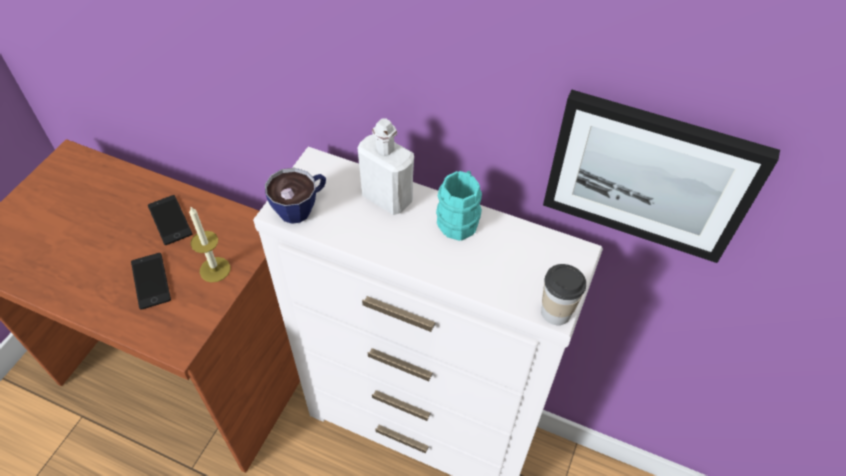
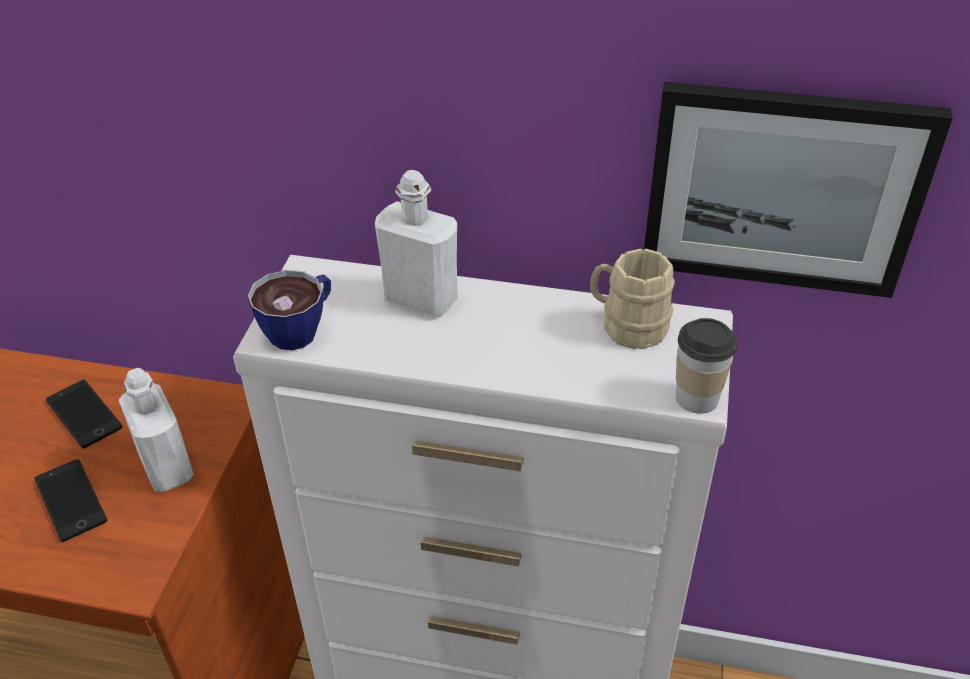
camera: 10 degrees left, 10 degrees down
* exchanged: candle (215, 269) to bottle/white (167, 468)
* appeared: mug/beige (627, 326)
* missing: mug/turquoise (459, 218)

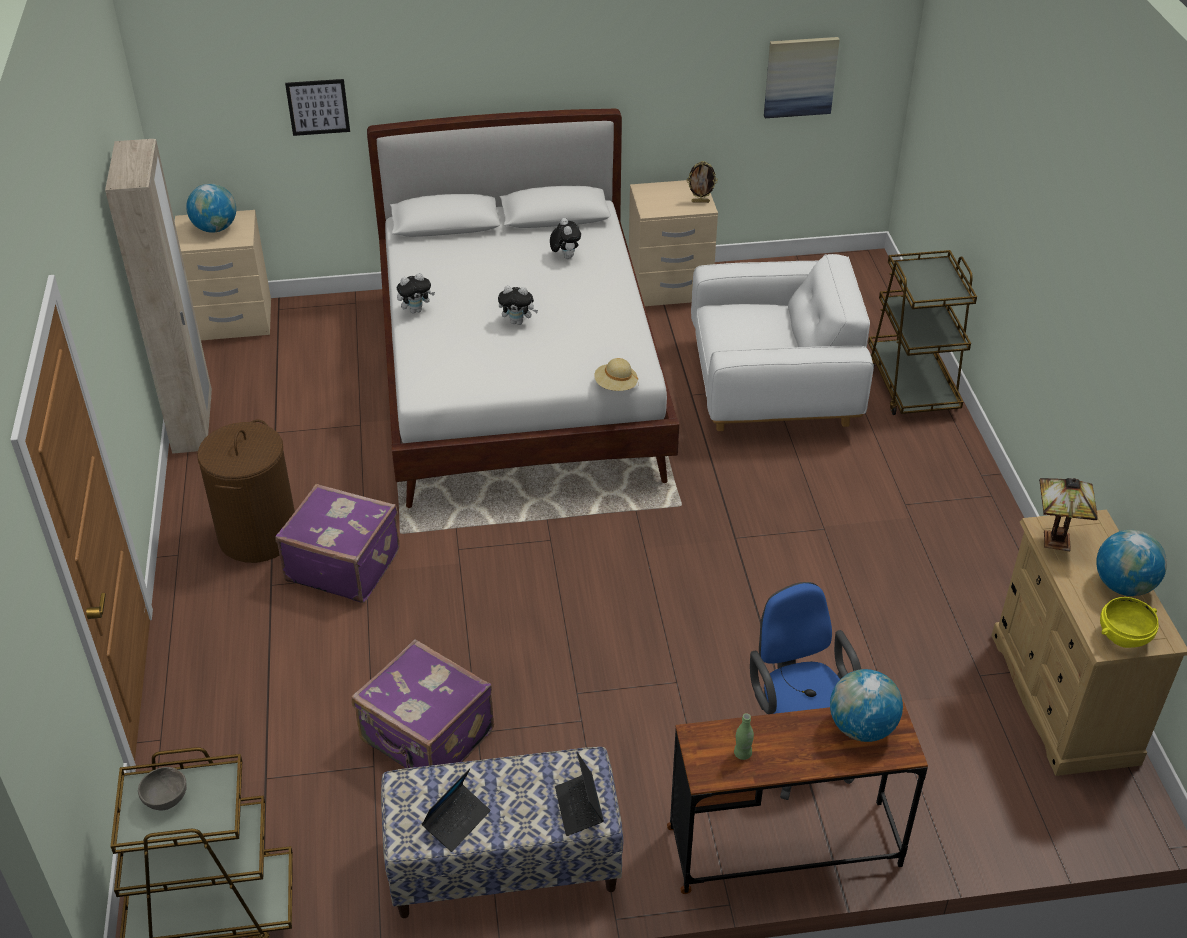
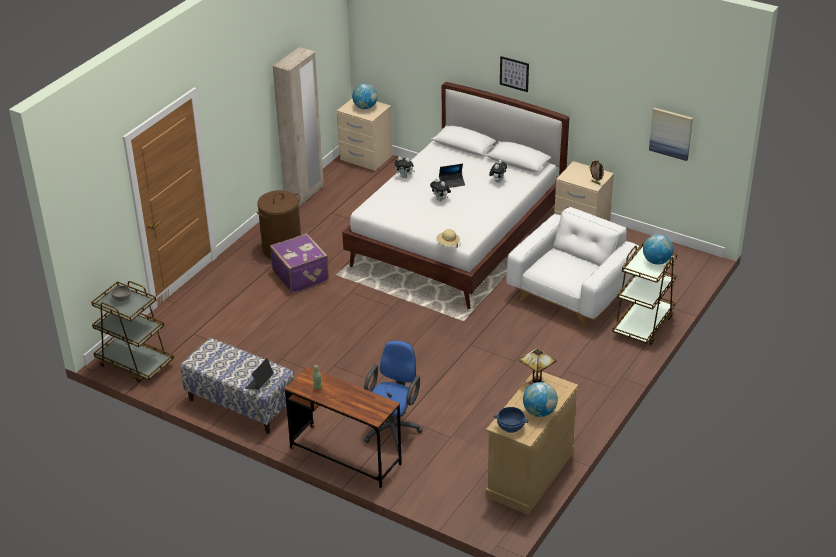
camera: 40 degrees right, 5 degrees down
* relocated: laptop (456, 821) to (452, 183)
* colour: bowl/yellow (1123, 636) to bowl/blue (511, 427)
* relocated: picture (318, 107) to (514, 73)
* spun: armchair/white (772, 387) = (571, 294) 90 degrees counterclockwise
* relocated: globe (861, 727) to (656, 261)
* missing: suitcase/purple (426, 738)

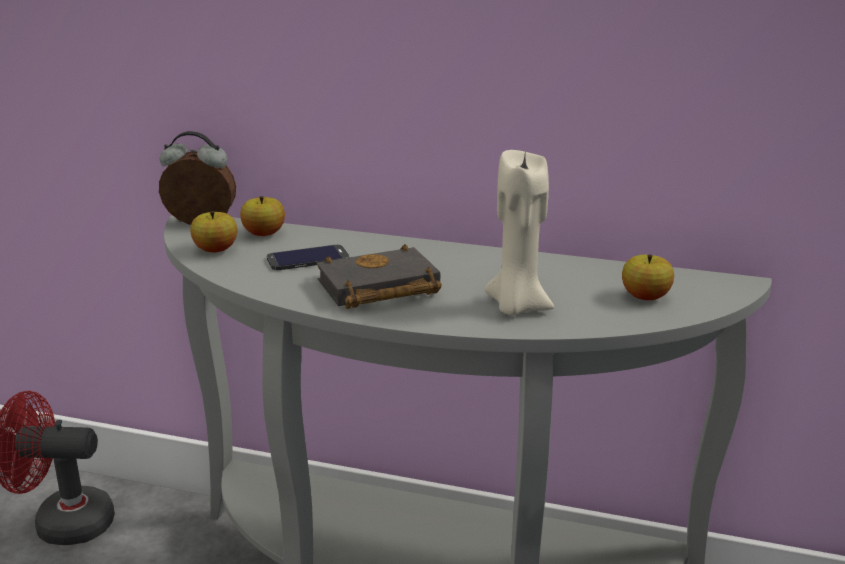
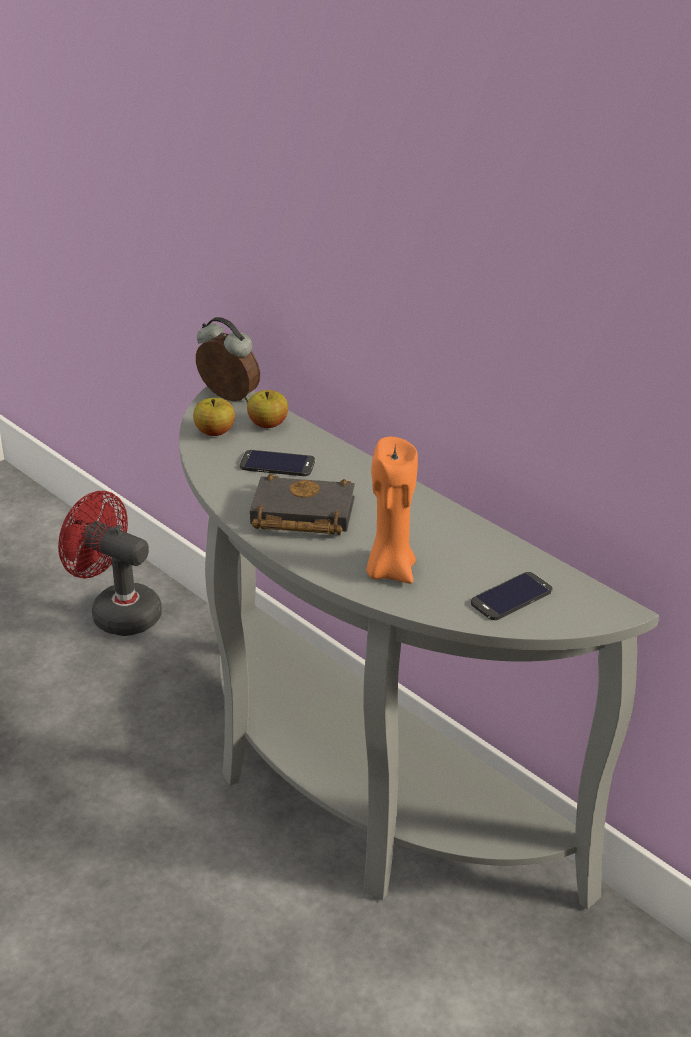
camera: 30 degrees right, 10 degrees up
* colour: candle/beige (516, 307) to candle/orange (390, 570)
* exchanged: apple (645, 297) to phone (511, 597)

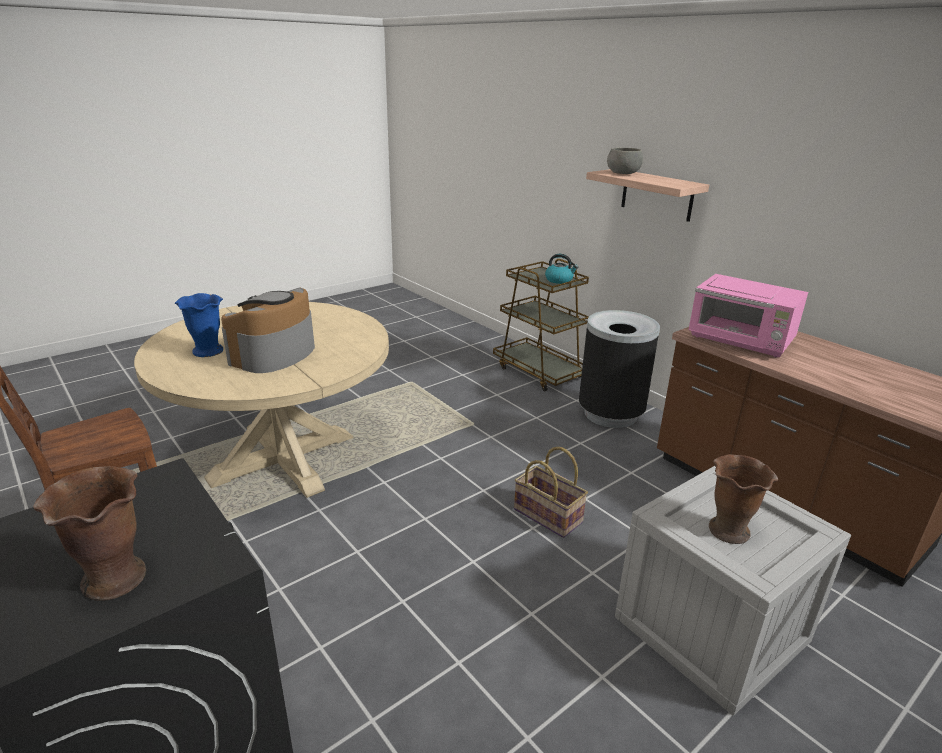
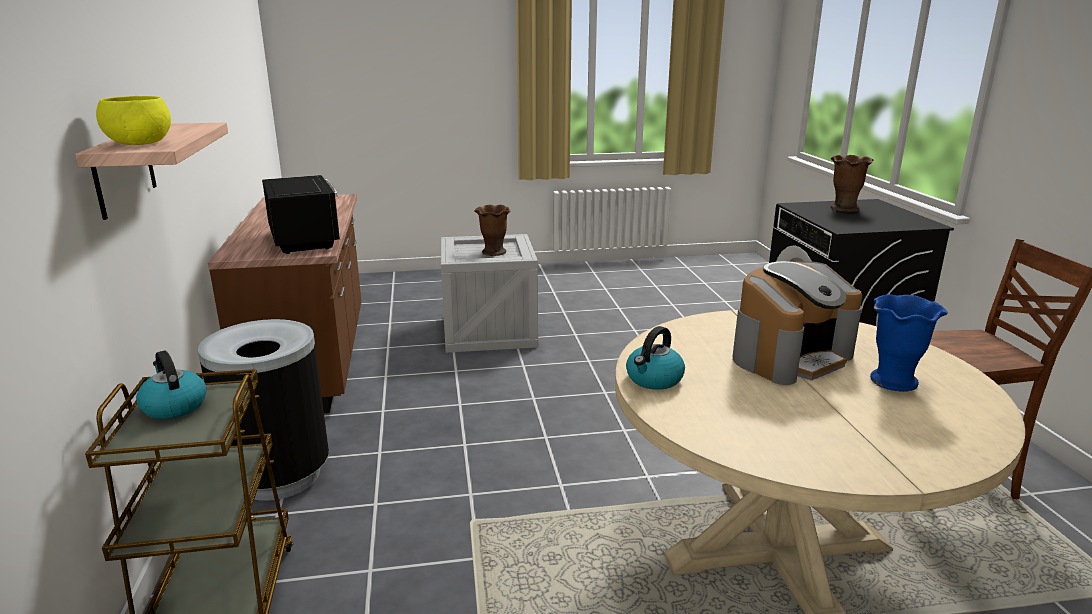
camera: 150 degrees left, 5 degrees down
* colour: bowl/grey (623, 173) to bowl/yellow (138, 143)
* colour: microwave/pink (741, 341) to microwave/black (305, 240)
* appeared: kettle (654, 379)
* missing: basket (548, 515)

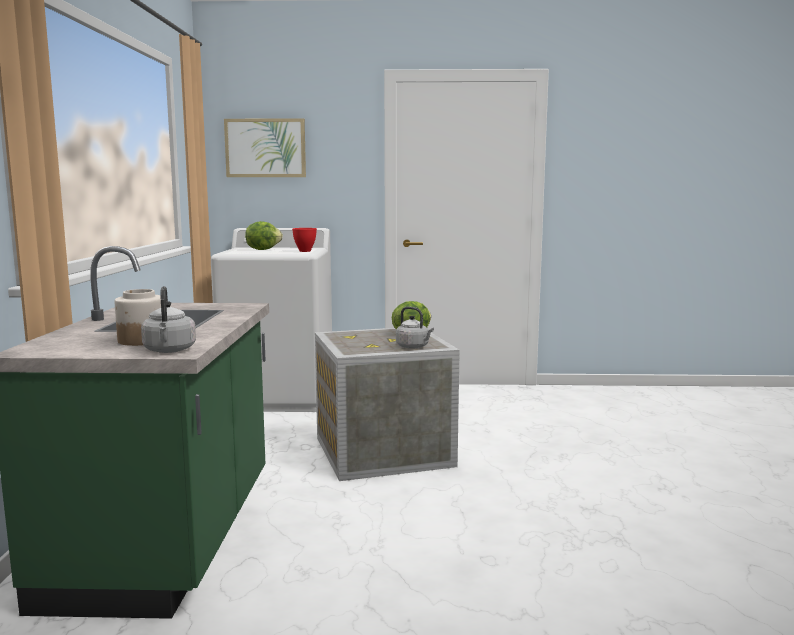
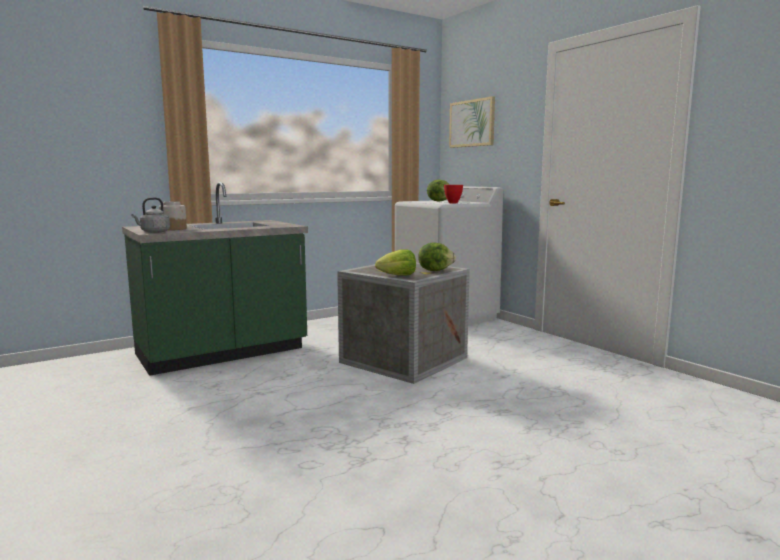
camera: 55 degrees right, 0 degrees up
* exchanged: kettle/grey (414, 347) to lettuce (398, 275)

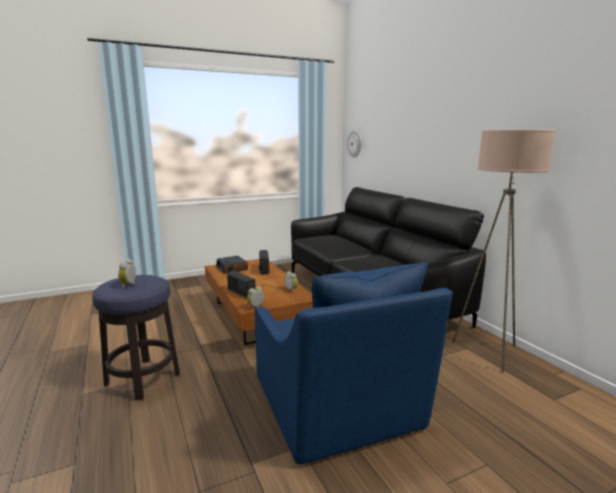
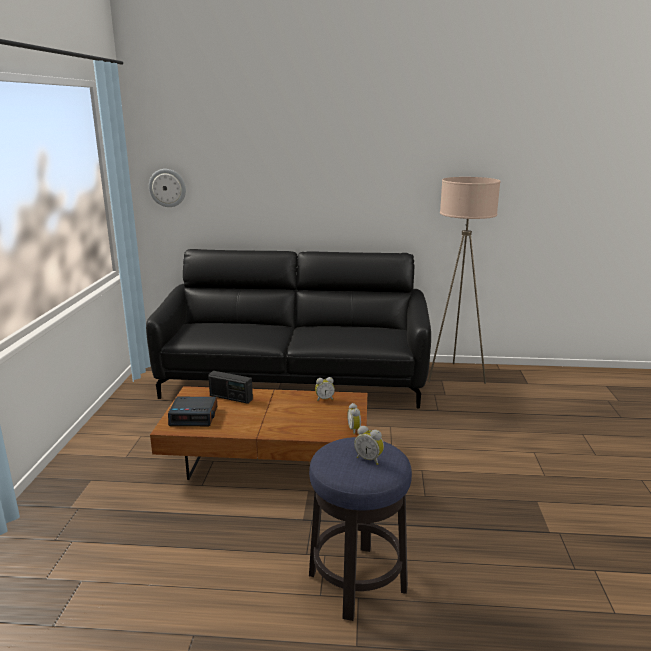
camera: 60 degrees left, 5 degrees up
* missing: radio (241, 293)
* missing: armchair/blue (338, 408)

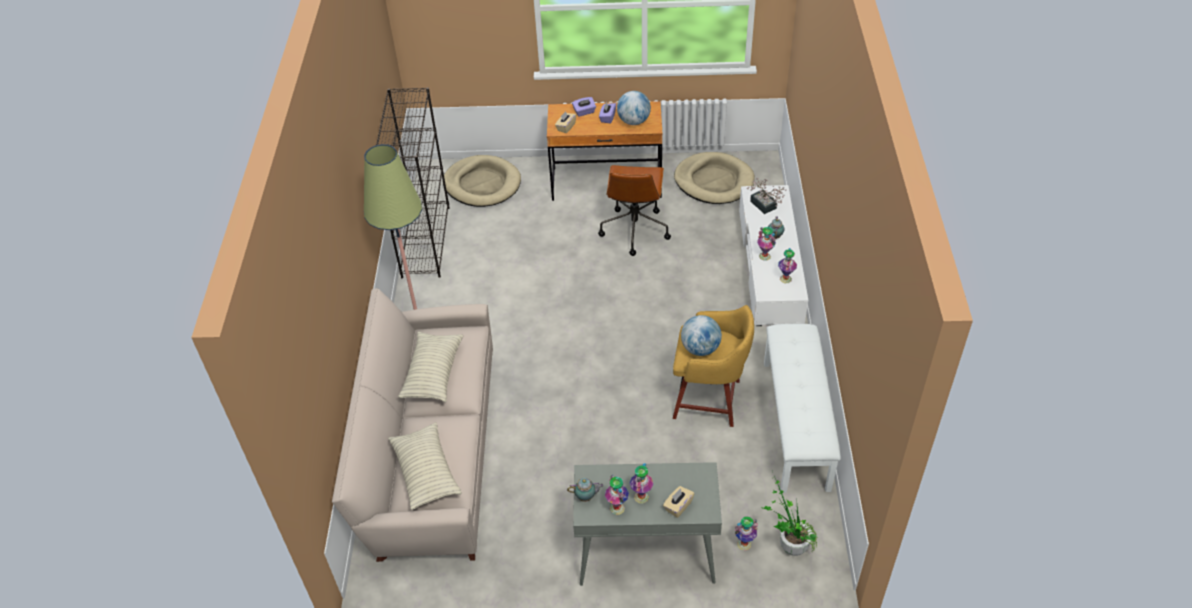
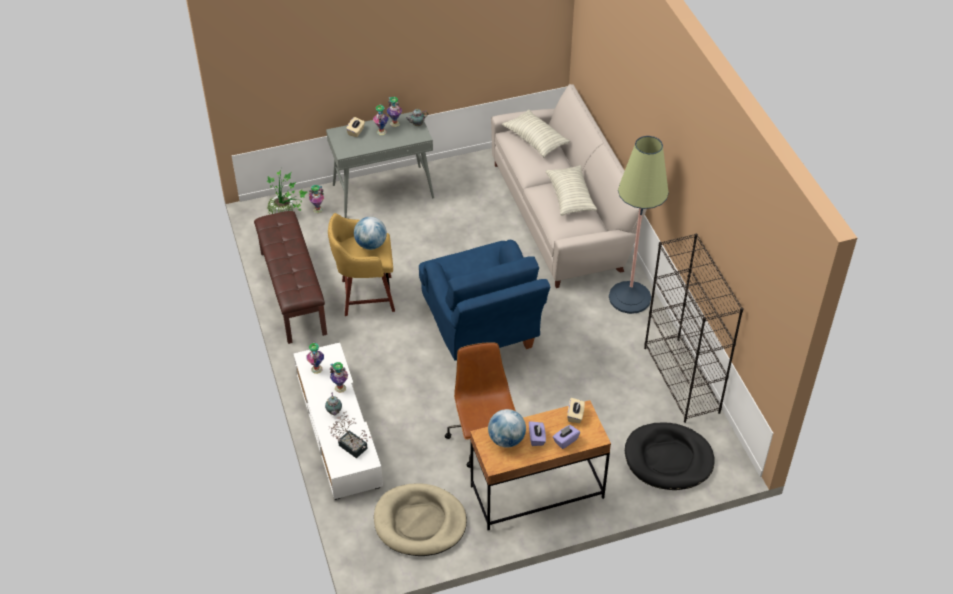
camera: 160 degrees right, 0 degrees up
* colour: bench/white (796, 424) to bench/brown (292, 292)
* appeared: armchair/blue (482, 330)
* colour: dog bed/beige (482, 184) to dog bed/black (668, 459)

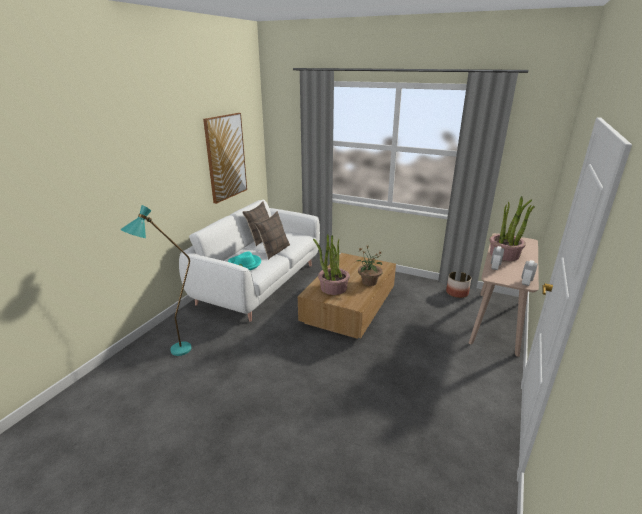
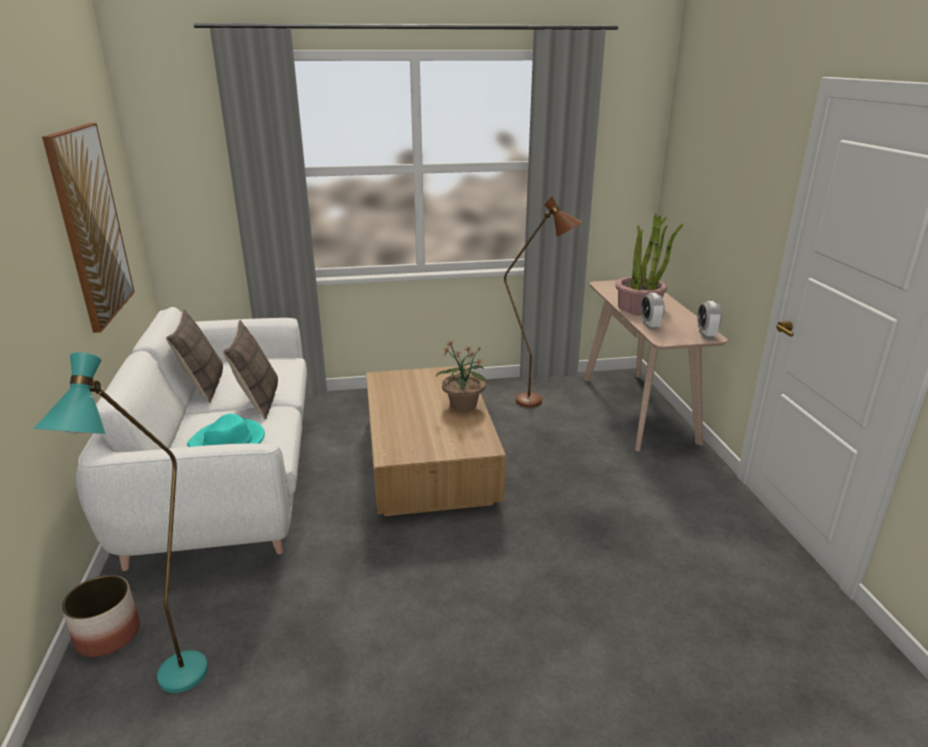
camera: 35 degrees left, 0 degrees up
* relocated: planter (457, 293) to (108, 635)
* appeared: floor lamp/brown (538, 402)
* missing: potted plant (333, 288)

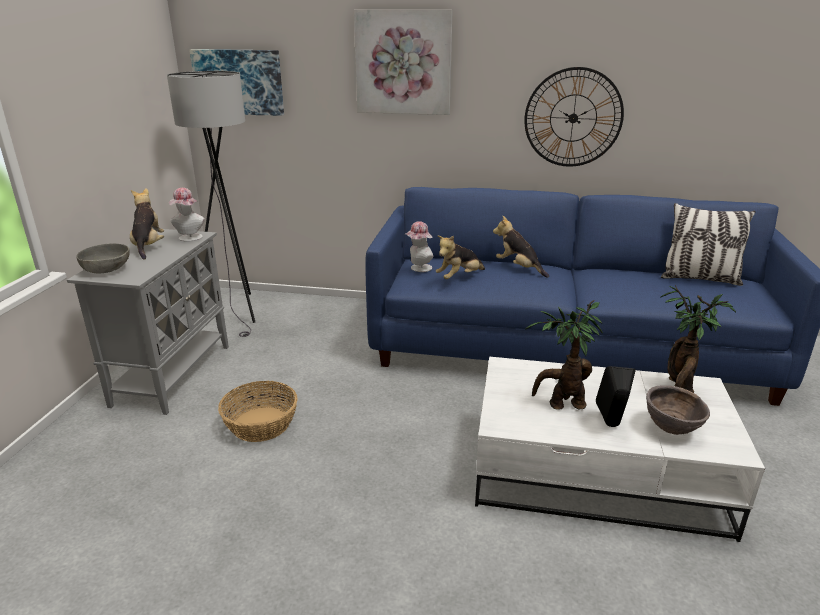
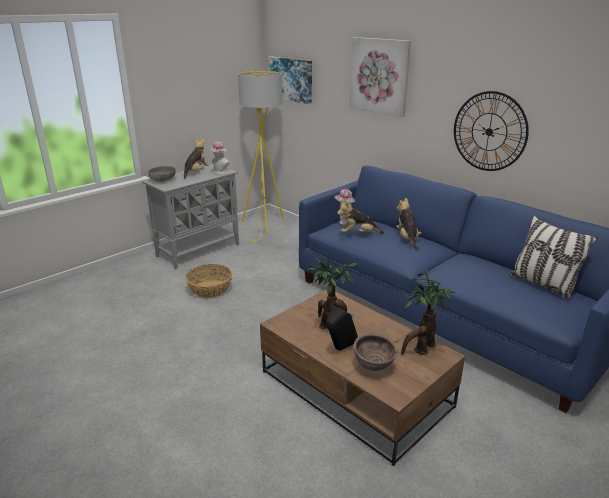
camera: 35 degrees right, 0 degrees up
* colour: floor lamp/grey (236, 311) to floor lamp/yellow (265, 226)
* colour: coffee table/white (598, 473) to coffee table/brown (356, 389)

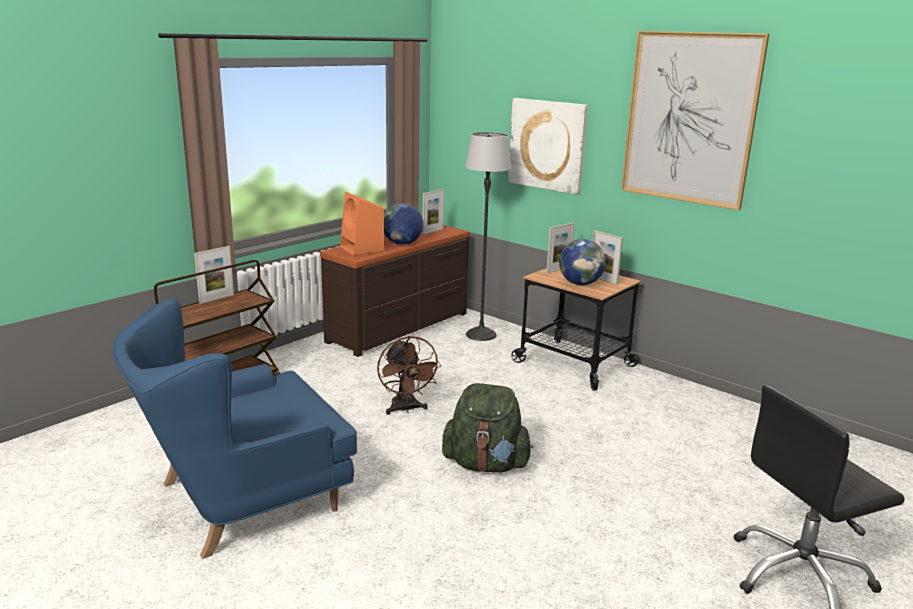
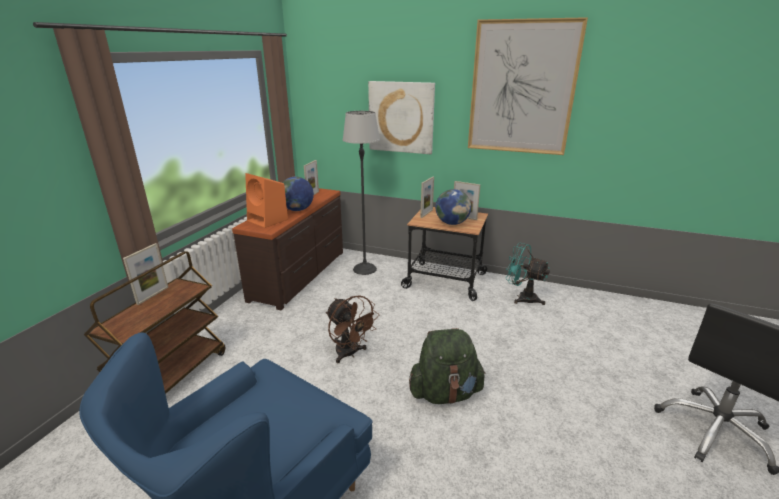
camera: 20 degrees left, 5 degrees up
* appeared: fan/turquoise (522, 297)

